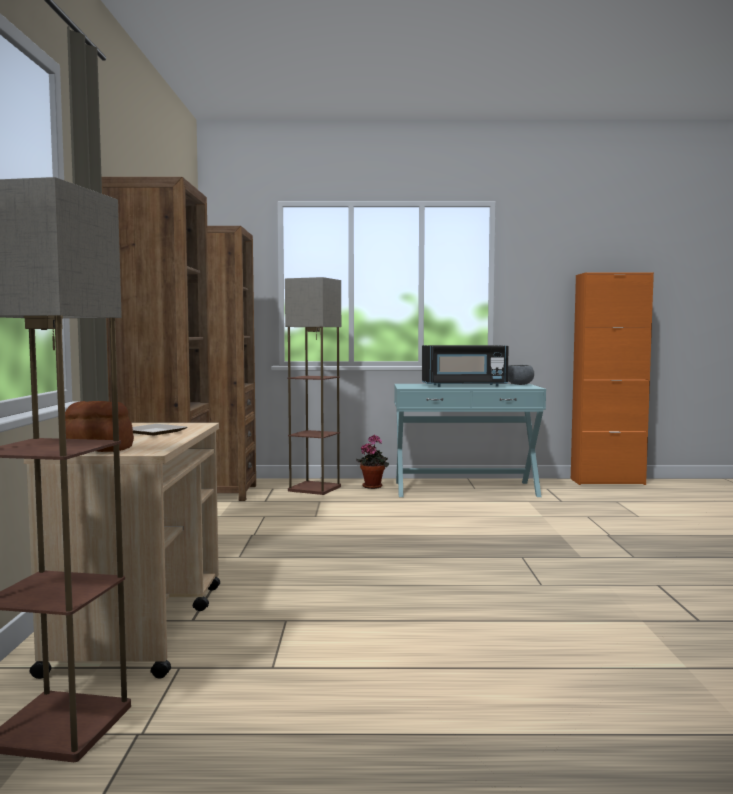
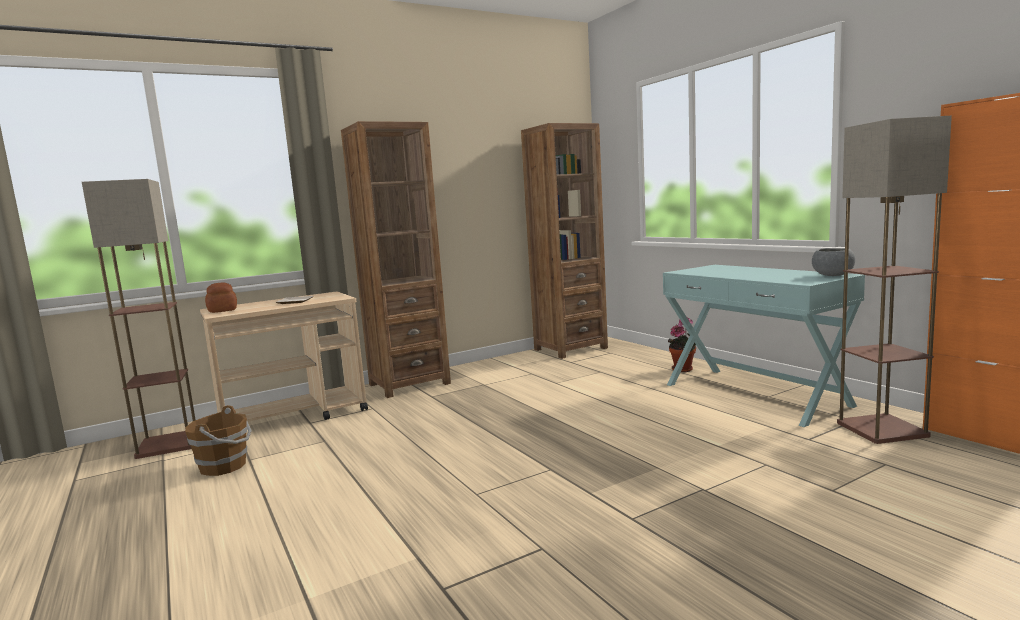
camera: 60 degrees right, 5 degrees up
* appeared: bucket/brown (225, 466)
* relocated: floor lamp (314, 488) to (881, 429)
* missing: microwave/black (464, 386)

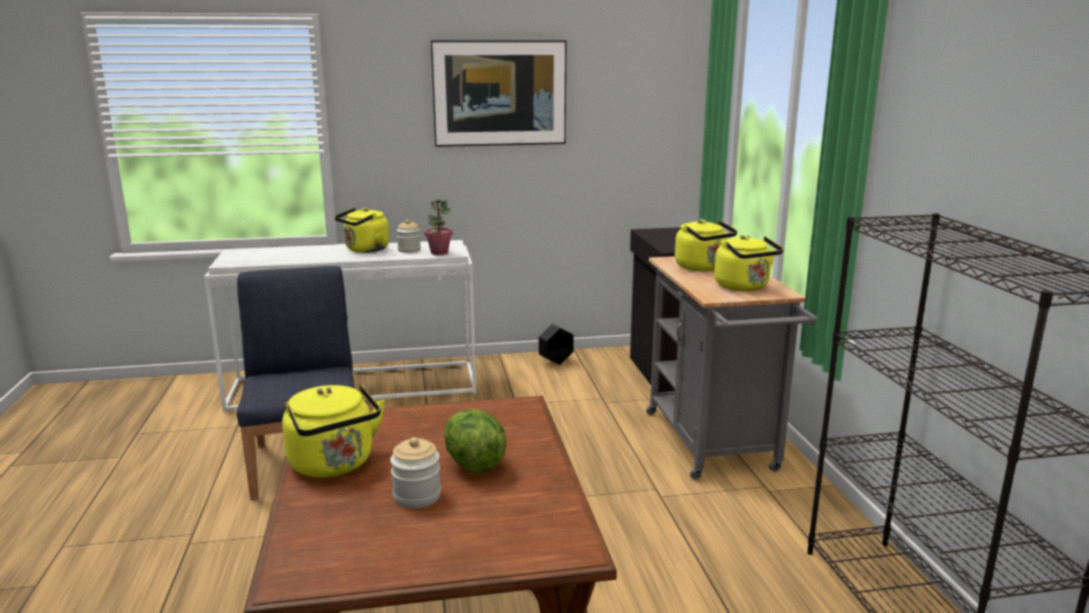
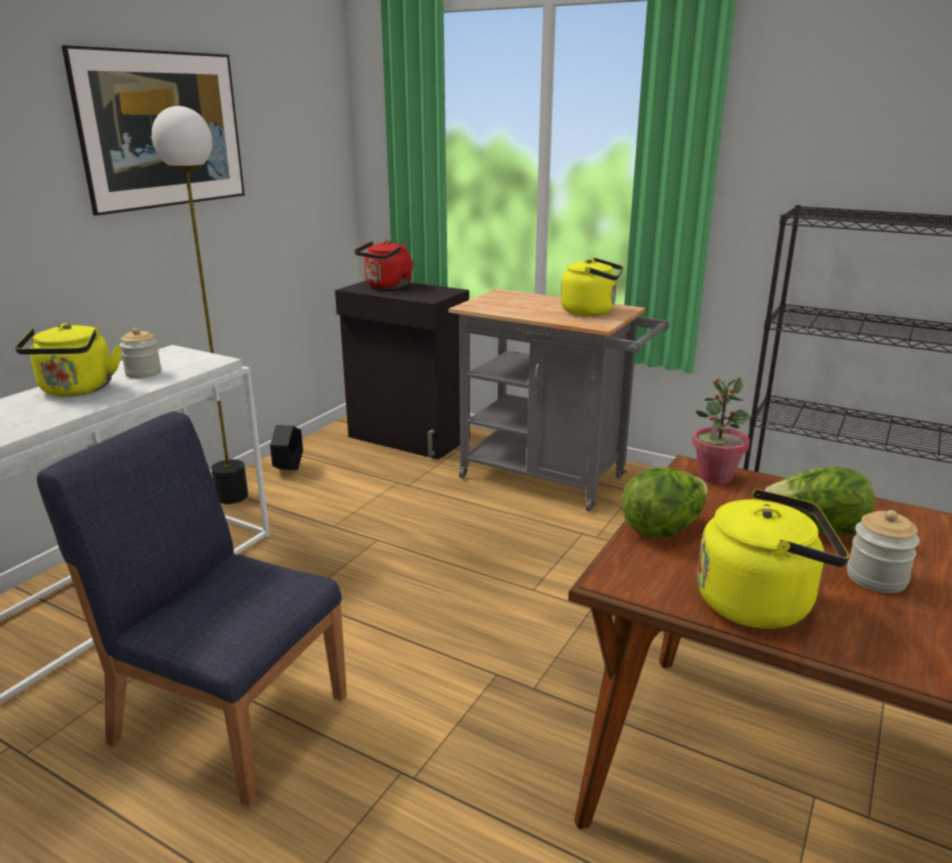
camera: 50 degrees left, 5 degrees up
* appeared: floor lamp (231, 496)
* appeared: kettle/red (386, 286)
* appeared: lettuce (663, 528)
* relocated: potted plant (439, 252) to (715, 476)
* missing: kettle/yellow (702, 268)

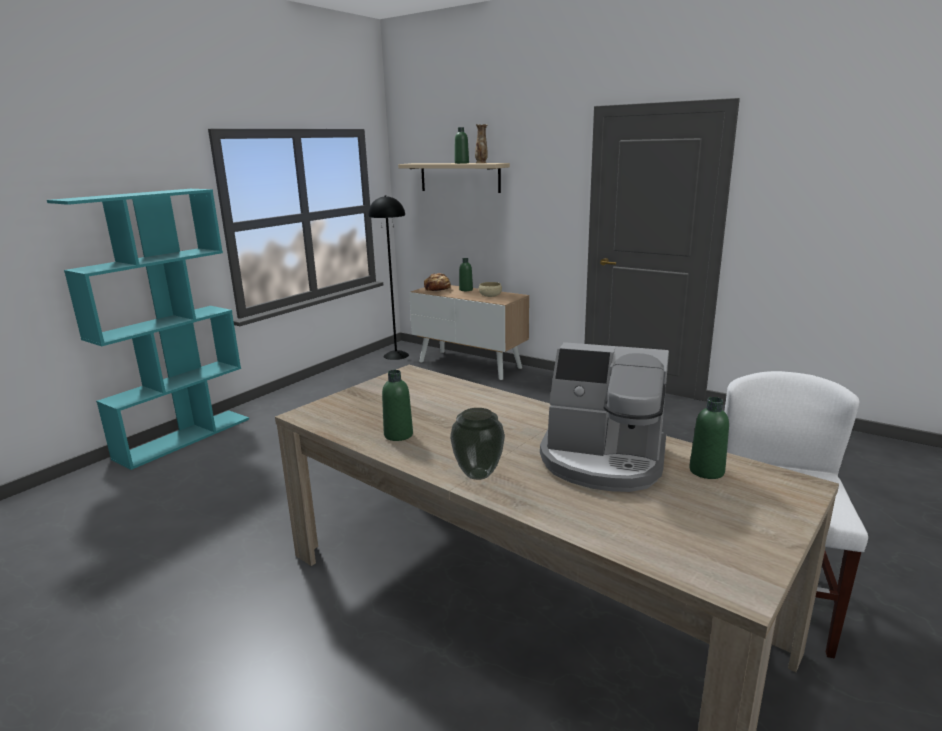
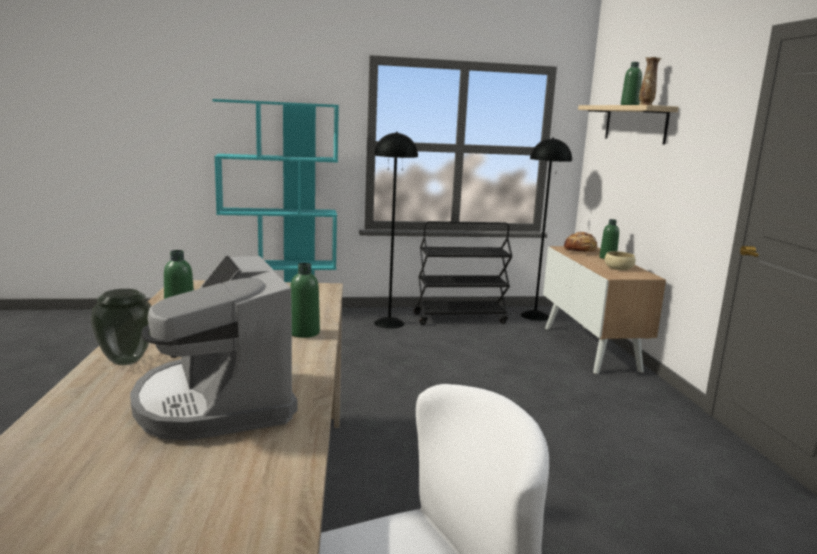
camera: 45 degrees right, 5 degrees down
* relocated: bottle/green (706, 471) to (304, 333)
* appeared: floor lamp/black (389, 323)
* appeared: cart/black (460, 318)

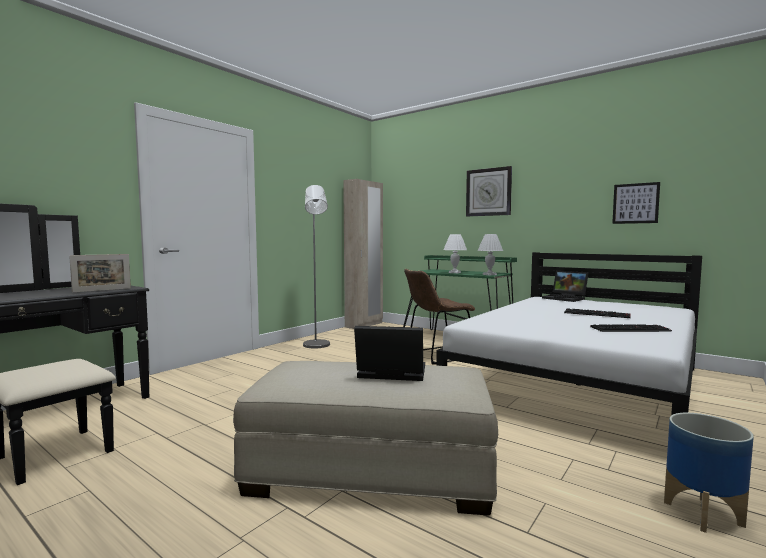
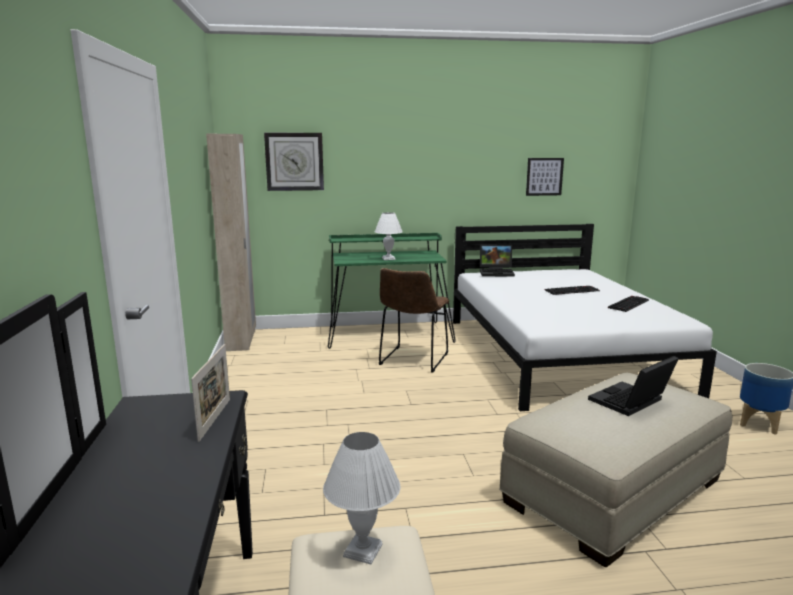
camera: 45 degrees left, 10 degrees up
* relocated: wall clock (488, 192) to (294, 161)
* relocated: table lamp/white (490, 274) to (364, 550)
* missing: floor lamp/grey (317, 346)

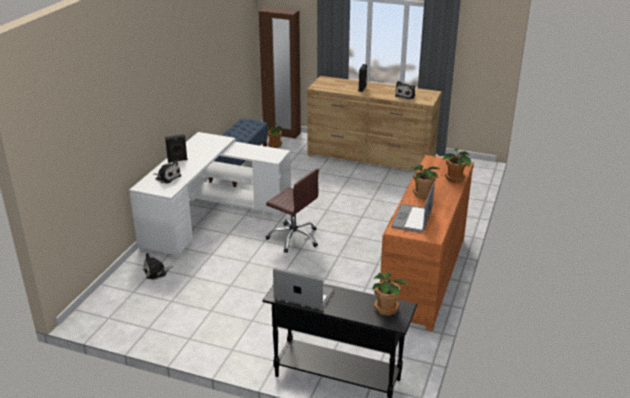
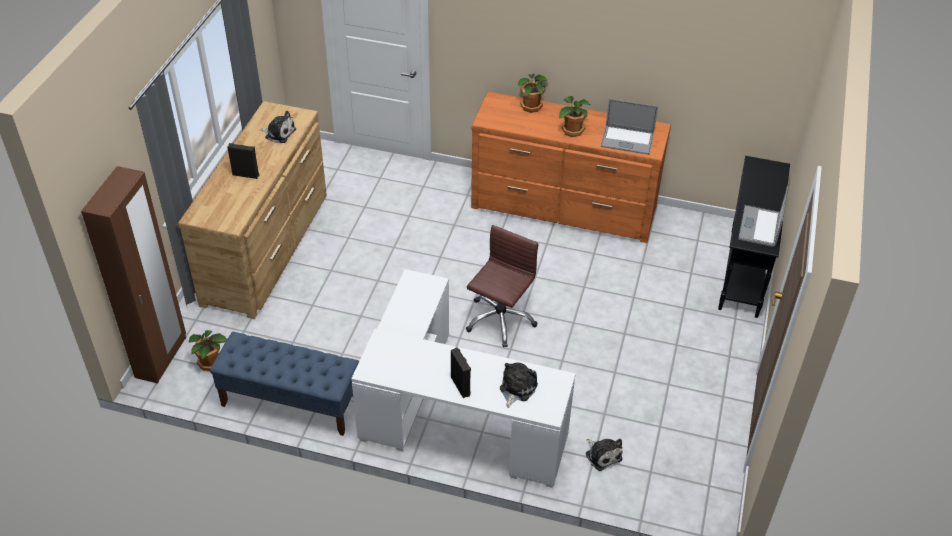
camera: 95 degrees left, 15 degrees up
* missing: potted plant (386, 308)

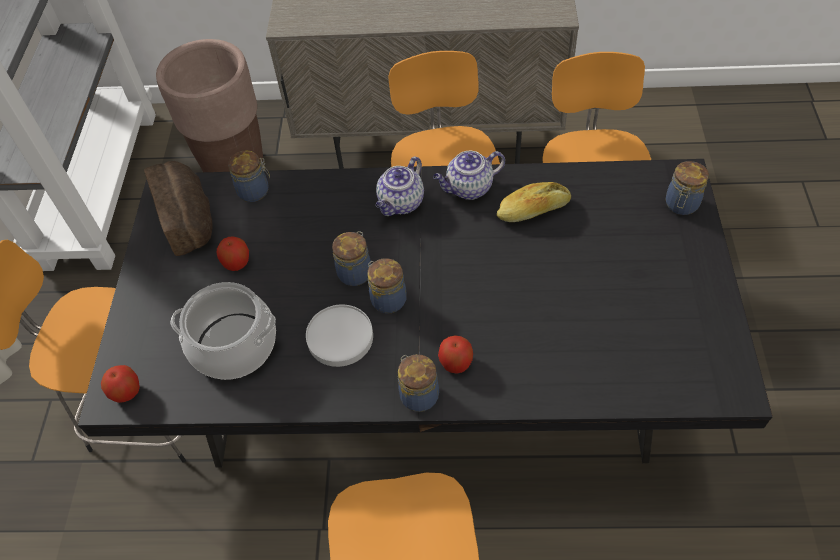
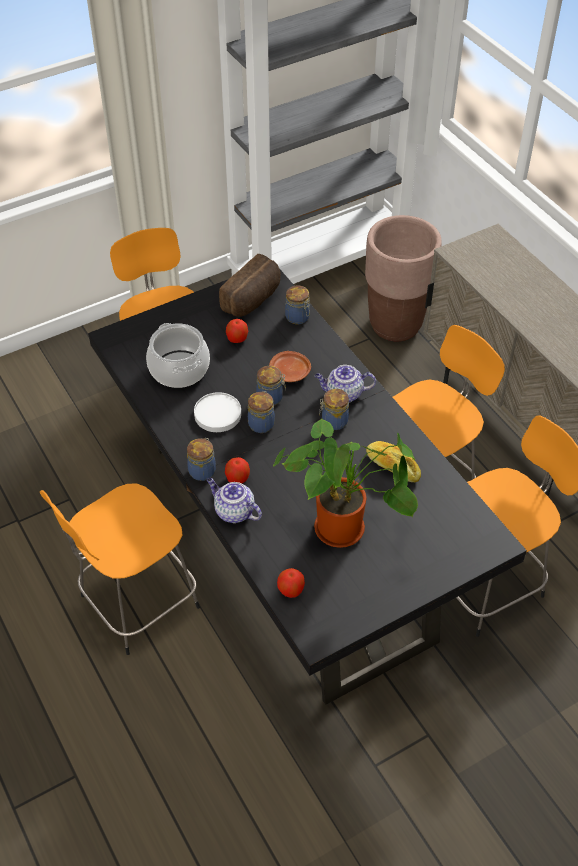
camera: 55 degrees right, 5 degrees down
* relocated: teapot (468, 189) to (233, 512)
* appeared: plate/brown (290, 372)
* appeared: potted plant (345, 529)
* relocated: apple (126, 392) to (290, 590)
* relocated: jar (681, 205) to (333, 421)

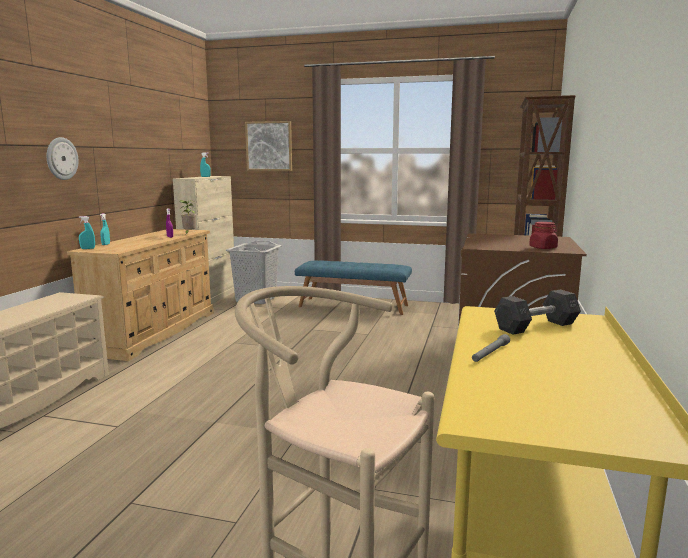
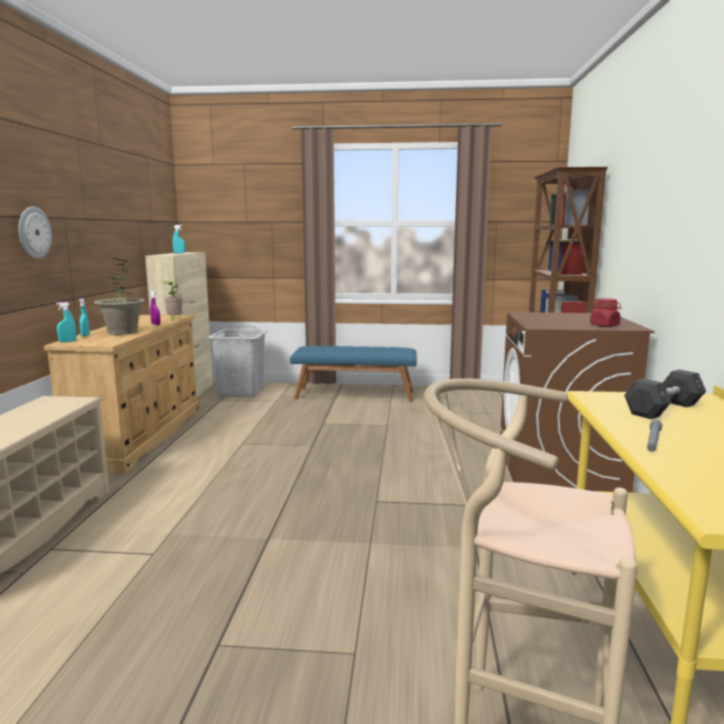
camera: 10 degrees left, 0 degrees up
* appeared: potted plant (123, 332)
* missing: picture (269, 146)

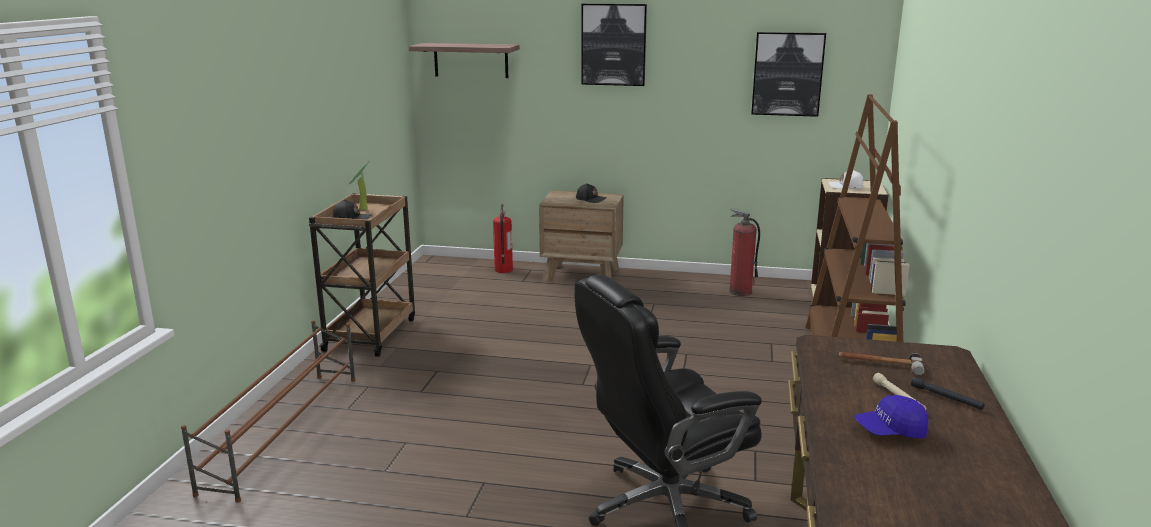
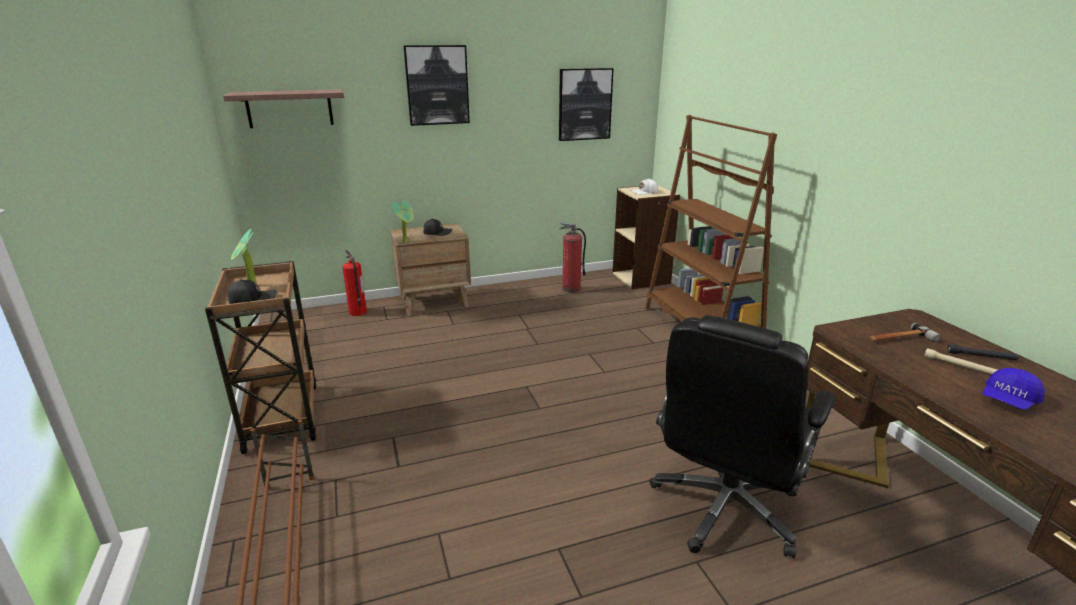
camera: 30 degrees left, 5 degrees up
* appeared: potted plant (406, 241)

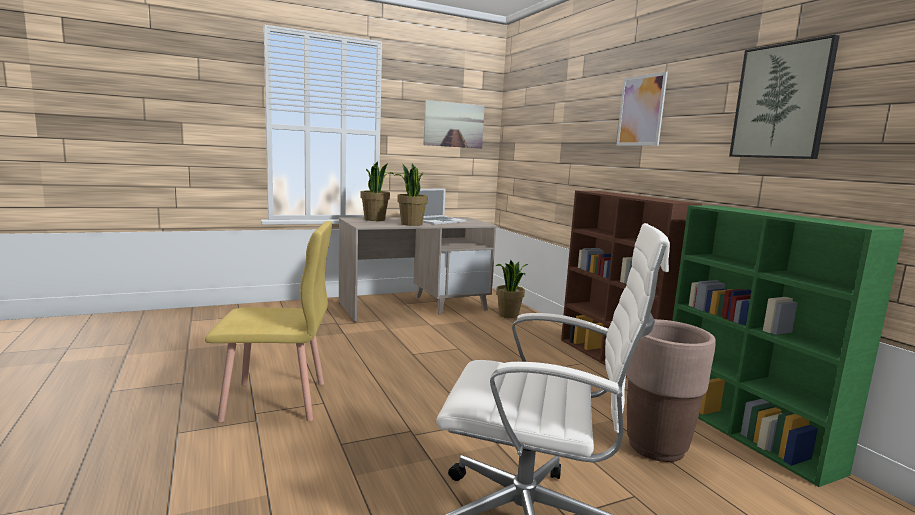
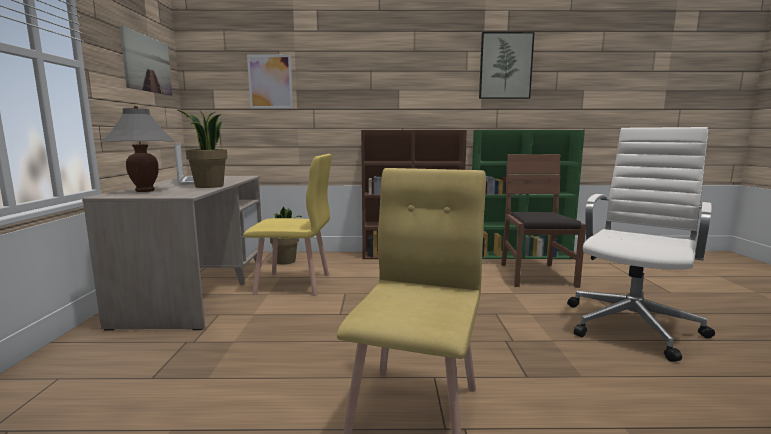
camera: 65 degrees left, 0 degrees up
* exchanged: potted plant (375, 219) to table lamp/grey (144, 191)
* appeared: chair/yellow (293, 284)
* relocated: picture (641, 110) to (270, 81)
* exchanged: planter/brown (656, 447) to chair/brown (536, 275)

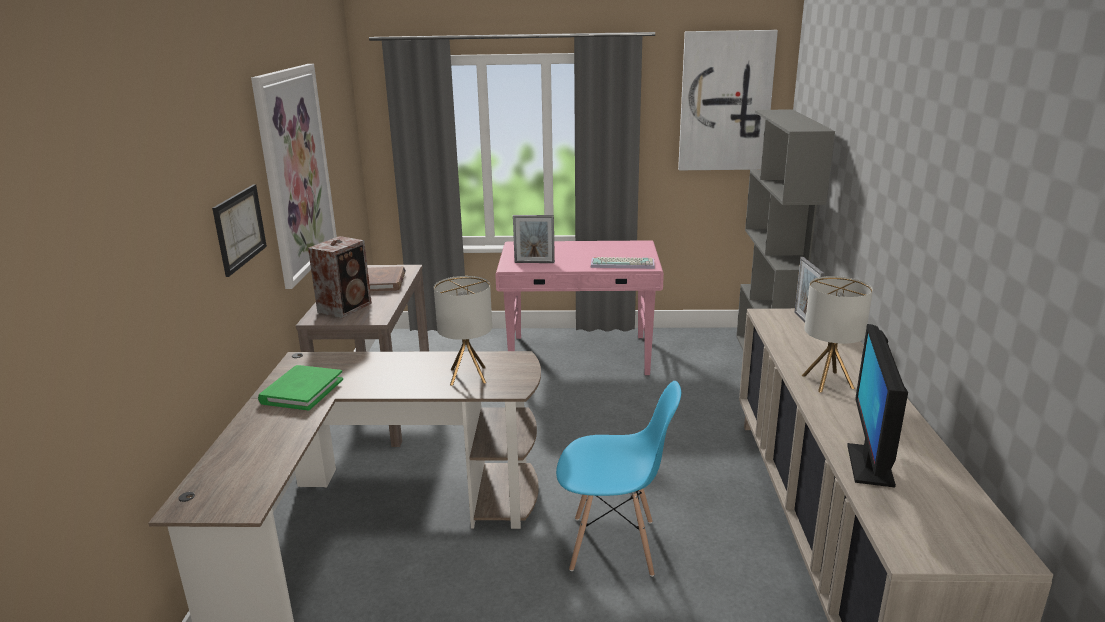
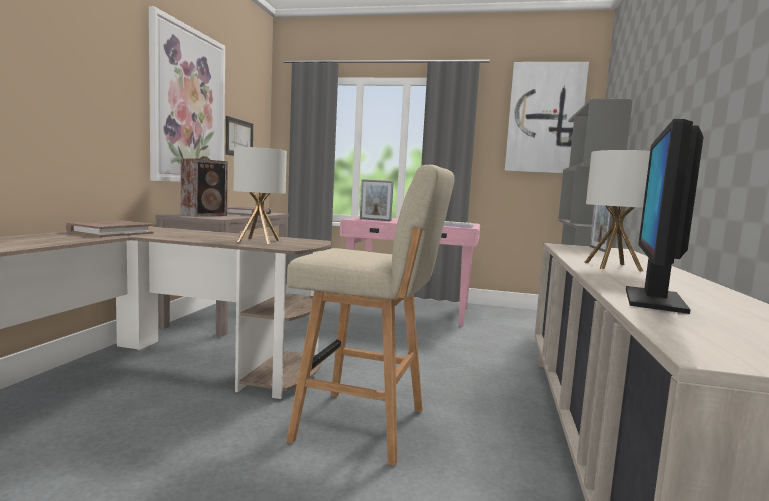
camera: 10 degrees right, 15 degrees down
* colour: book/green (302, 391) to book/brown (111, 233)
* relocated: picture (239, 228) to (239, 138)
* exchanged: chair/blue (614, 546) to stool/beige (365, 426)

